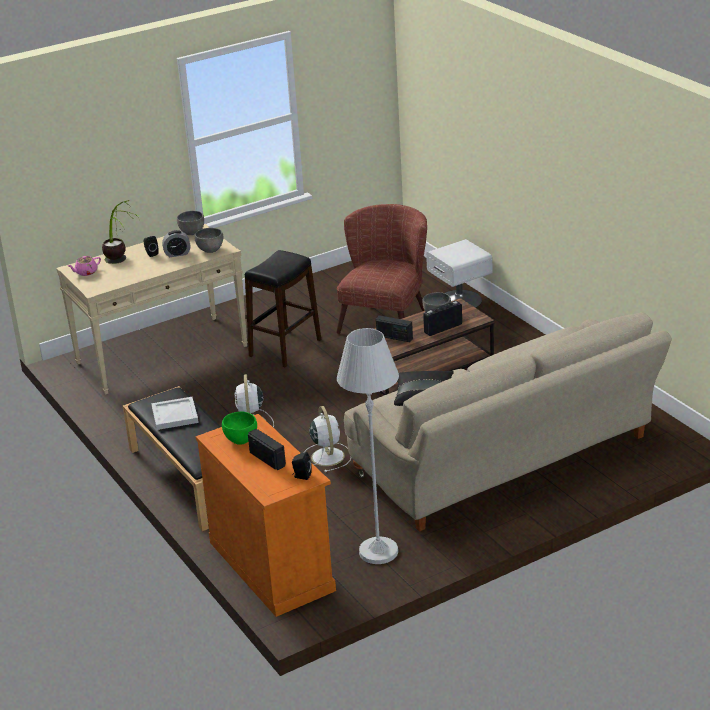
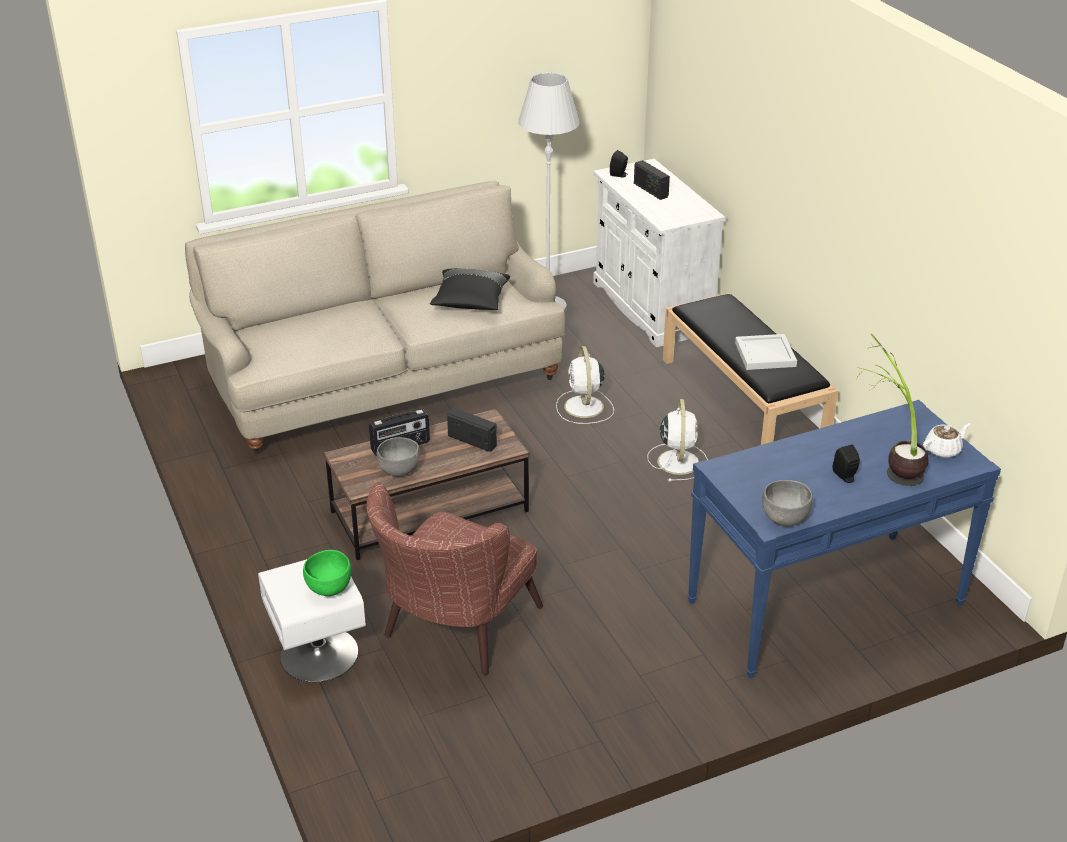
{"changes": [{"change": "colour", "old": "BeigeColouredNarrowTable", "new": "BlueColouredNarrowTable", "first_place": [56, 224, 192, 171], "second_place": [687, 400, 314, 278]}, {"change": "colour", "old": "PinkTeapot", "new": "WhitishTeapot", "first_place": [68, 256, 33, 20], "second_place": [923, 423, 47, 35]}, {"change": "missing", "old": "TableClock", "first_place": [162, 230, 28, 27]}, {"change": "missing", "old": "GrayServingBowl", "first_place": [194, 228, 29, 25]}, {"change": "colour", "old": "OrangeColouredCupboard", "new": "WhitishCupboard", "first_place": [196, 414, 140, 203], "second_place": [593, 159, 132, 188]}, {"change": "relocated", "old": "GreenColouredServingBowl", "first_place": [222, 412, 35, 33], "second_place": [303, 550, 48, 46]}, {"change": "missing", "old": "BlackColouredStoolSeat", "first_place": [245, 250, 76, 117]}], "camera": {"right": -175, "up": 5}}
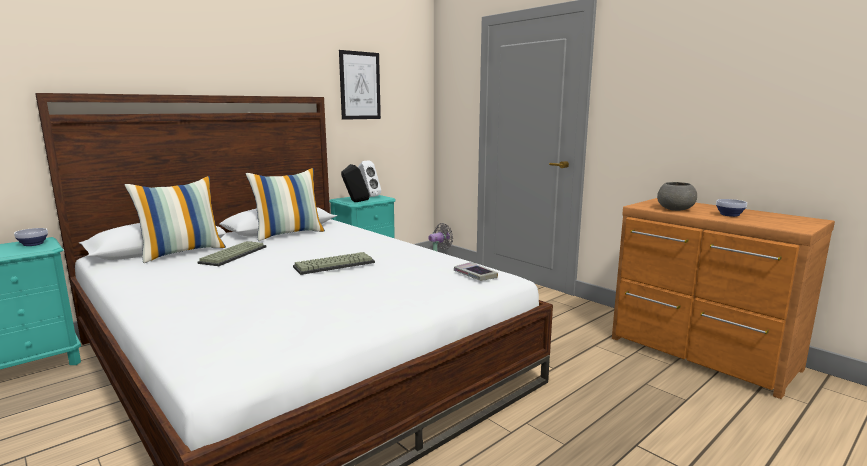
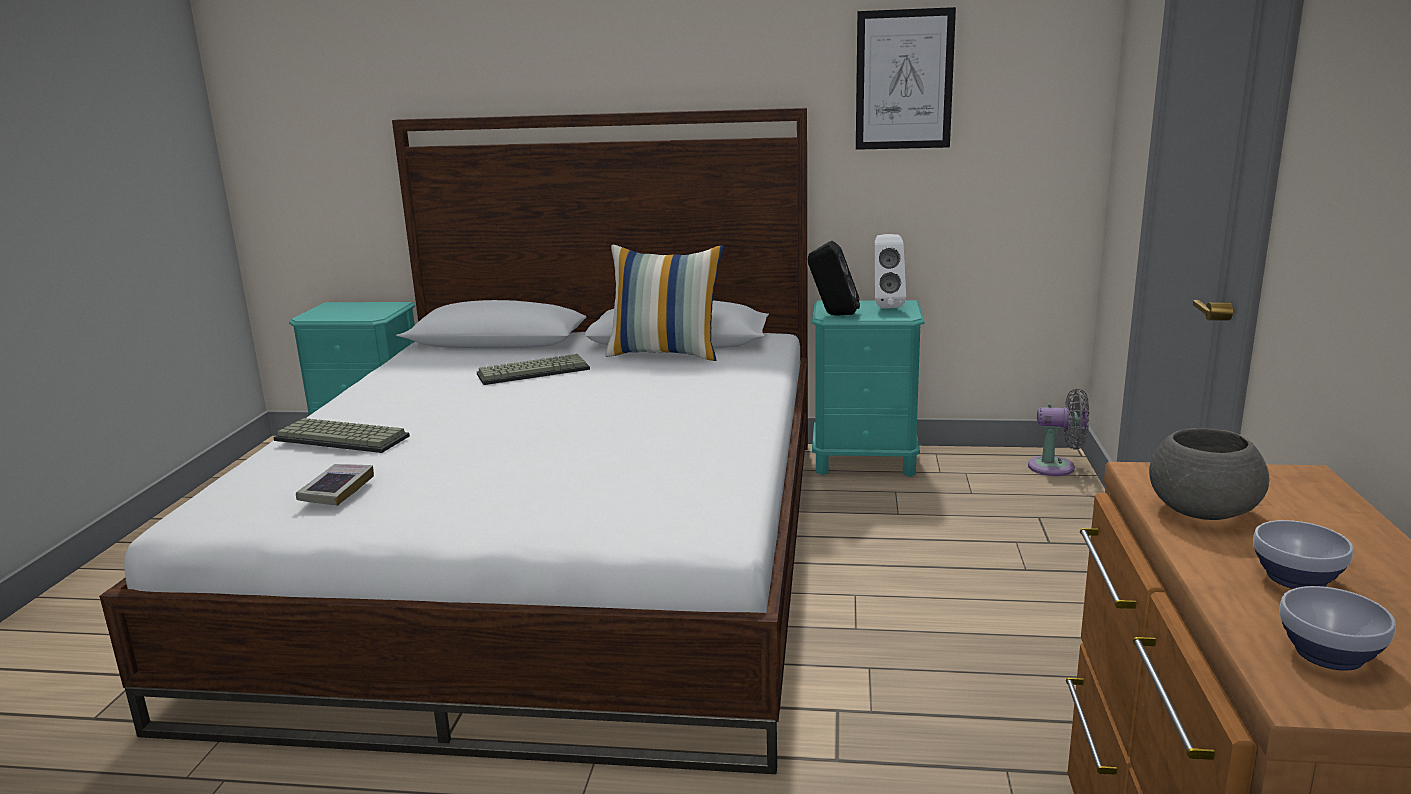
{"changes": [{"change": "relocated", "old": "ServingBowl", "first_place": [14, 228, 34, 18], "second_place": [1279, 586, 117, 85]}, {"change": "missing", "old": "ThrowPillow", "first_place": [125, 176, 101, 87]}, {"change": "relocated", "old": "ComputerKeyboard", "first_place": [293, 252, 82, 23], "second_place": [274, 418, 136, 35]}, {"change": "relocated", "old": "BoundBook", "first_place": [454, 262, 44, 19], "second_place": [296, 464, 78, 42]}], "camera": {"right": 50, "up": 5}}
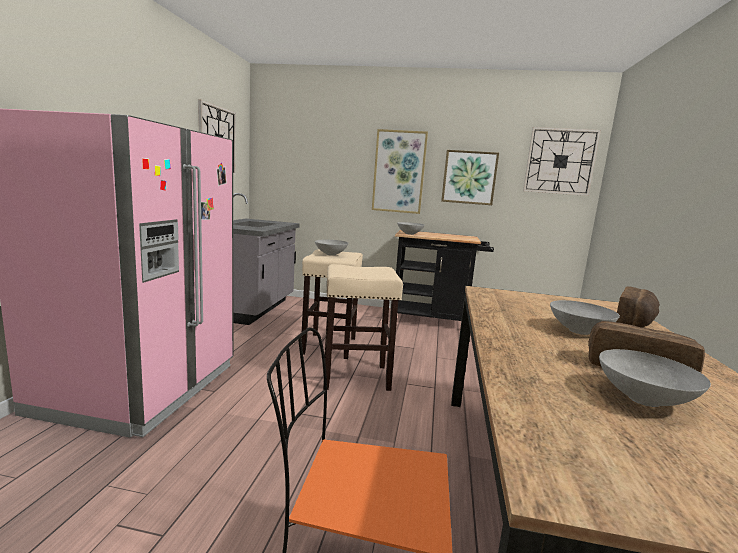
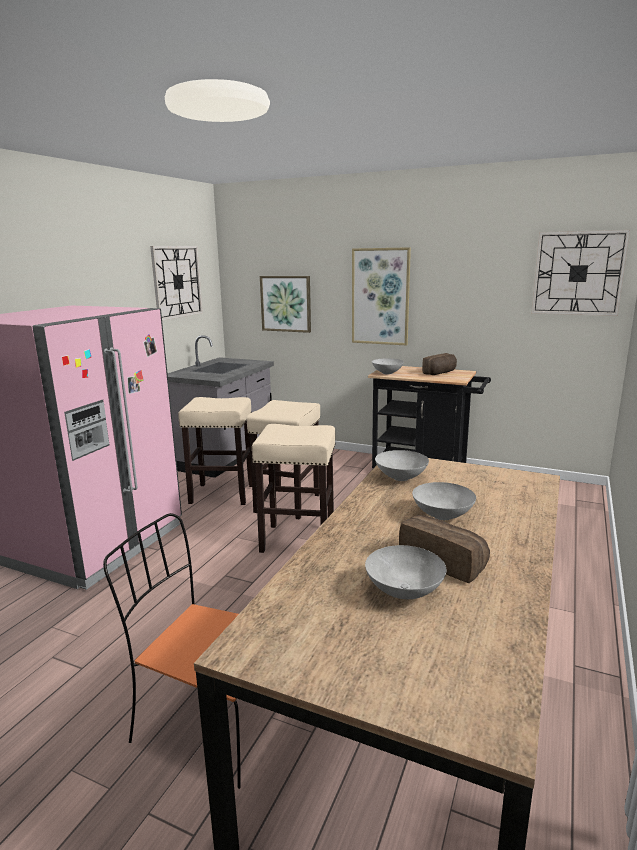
{"changes": [{"change": "relocated", "old": "GrayServingBowl", "first_place": [315, 240, 34, 16], "second_place": [375, 450, 54, 31]}, {"change": "relocated", "old": "Picture", "first_place": [441, 150, 58, 55], "second_place": [260, 276, 51, 57]}, {"change": "relocated", "old": "Bread", "first_place": [616, 286, 44, 42], "second_place": [422, 353, 35, 22]}, {"change": "appeared", "new": "BeigeColouredStoolSeat", "second_place": [178, 397, 74, 108]}], "camera": {"right": 15, "up": 5}}
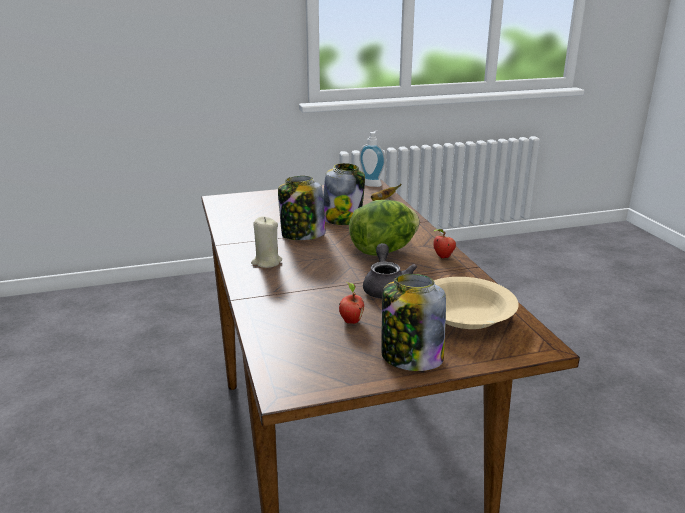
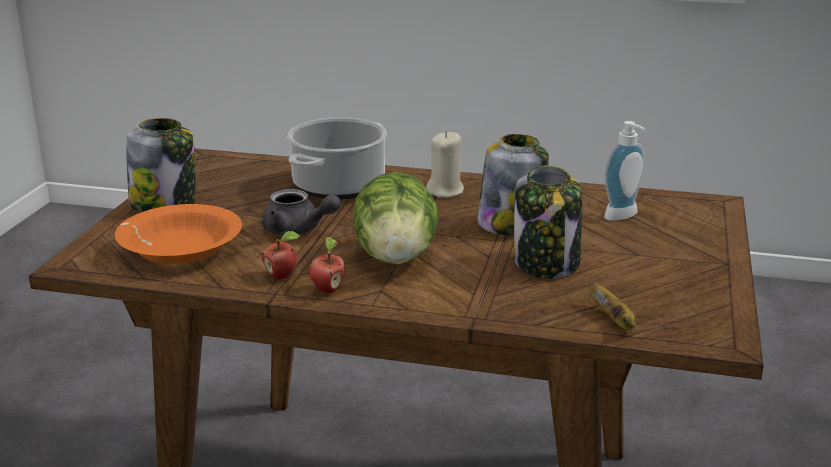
{"changes": [{"change": "relocated", "old": "AppleFruit", "first_place": [339, 282, 25, 42], "second_place": [262, 231, 38, 48]}, {"change": "relocated", "old": "LiquidSoapBottle", "first_place": [359, 130, 26, 57], "second_place": [604, 121, 41, 100]}, {"change": "colour", "old": "BeigeColouredServingBowl", "new": "OrangeColouredServingBowl", "first_place": [434, 277, 85, 52], "second_place": [115, 204, 127, 60]}, {"change": "appeared", "new": "Stockpot", "second_place": [287, 117, 100, 83]}], "camera": {"right": 120, "up": 0}}
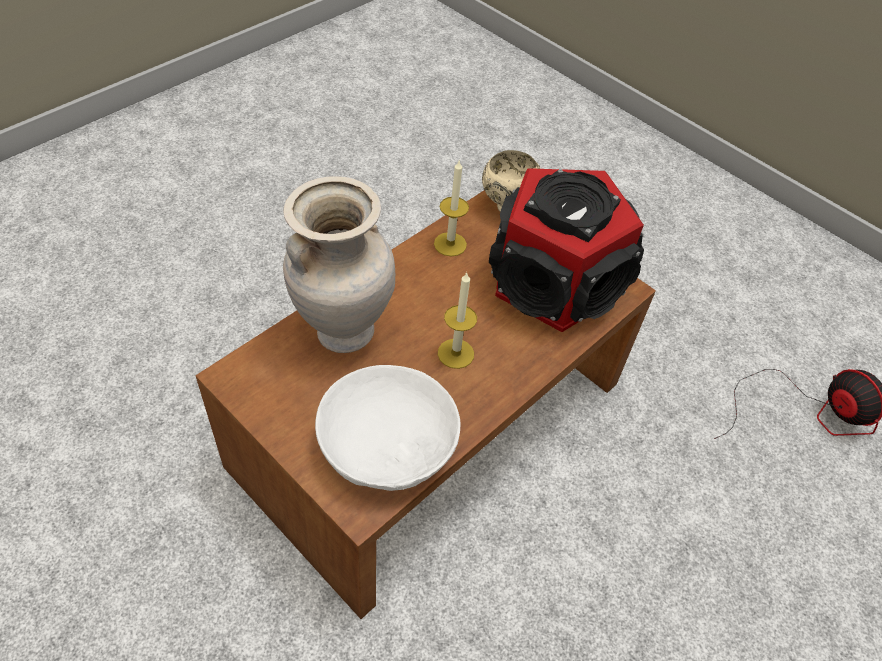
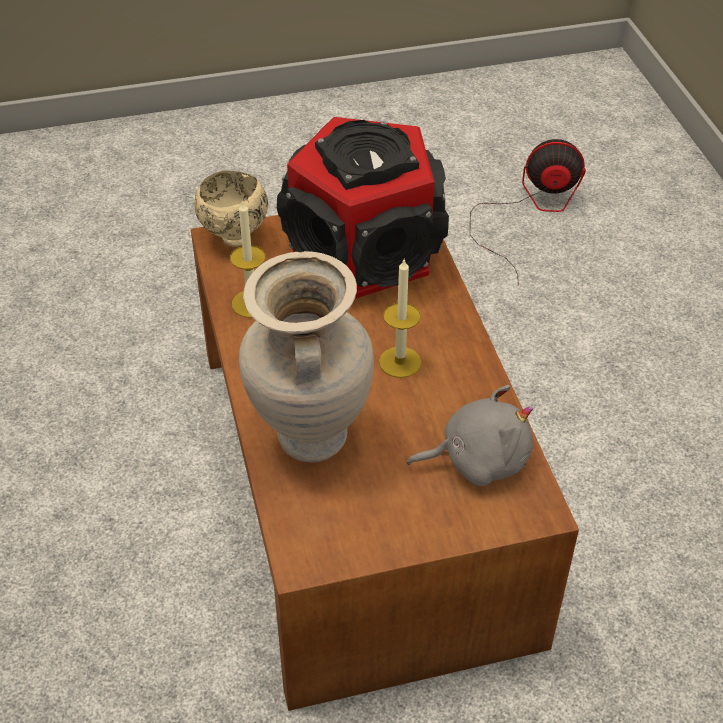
{"changes": [{"change": "exchanged", "old": "WhitishServingBowl", "new": "GrayPlushToy", "first_place": [315, 365, 145, 126], "second_place": [407, 385, 126, 101]}], "camera": {"right": -55, "up": -5}}
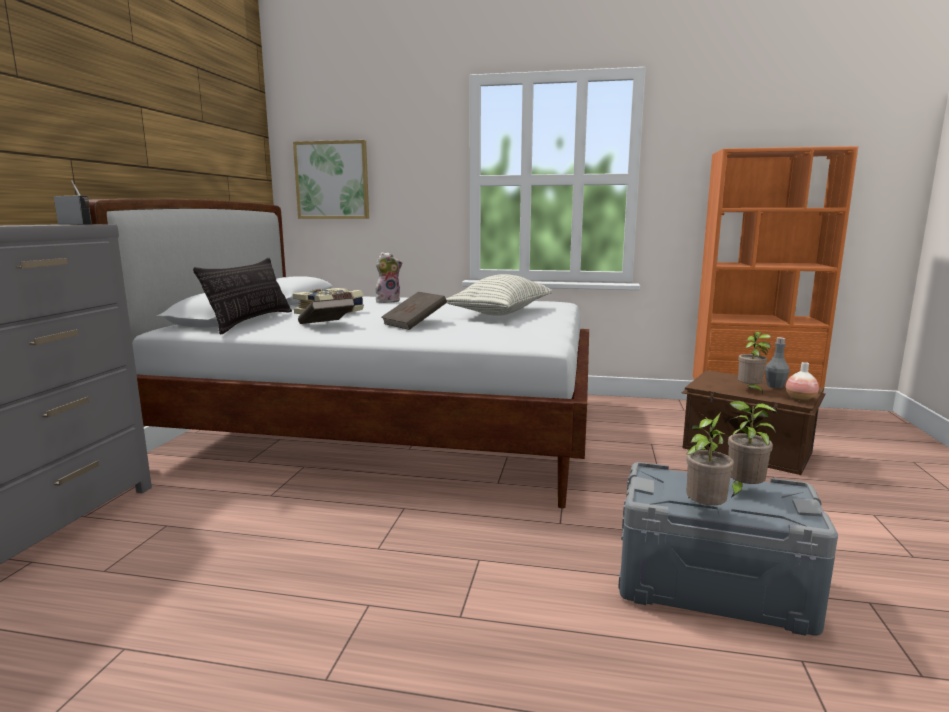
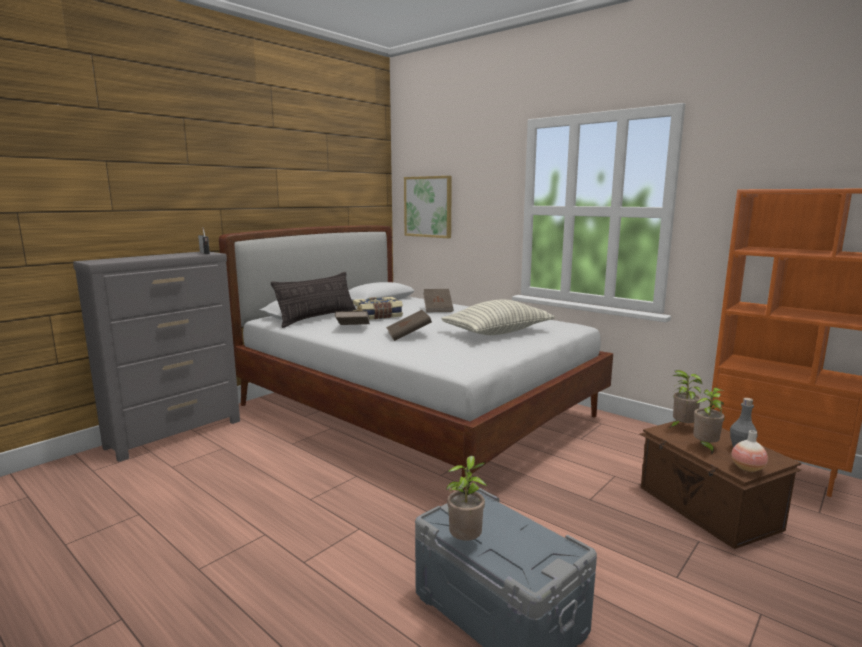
{"changes": [{"change": "exchanged", "old": "PlushToy", "new": "BrownColouredBoundBook", "first_place": [376, 252, 26, 51], "second_place": [423, 289, 31, 23]}, {"change": "relocated", "old": "PlantInAPot", "first_place": [728, 401, 49, 97], "second_place": [670, 370, 32, 58]}], "camera": {"right": 30, "up": 0}}
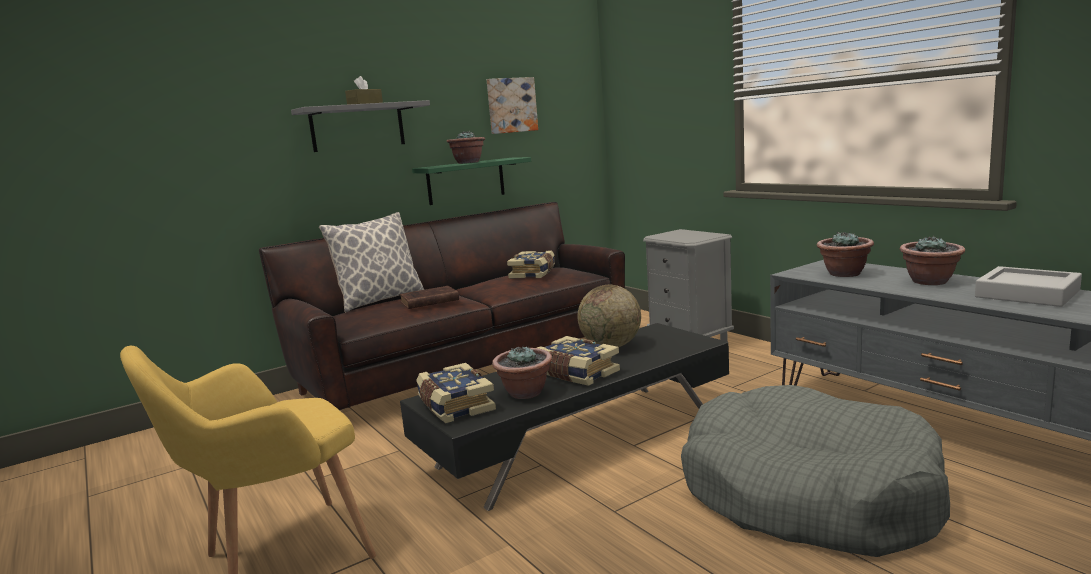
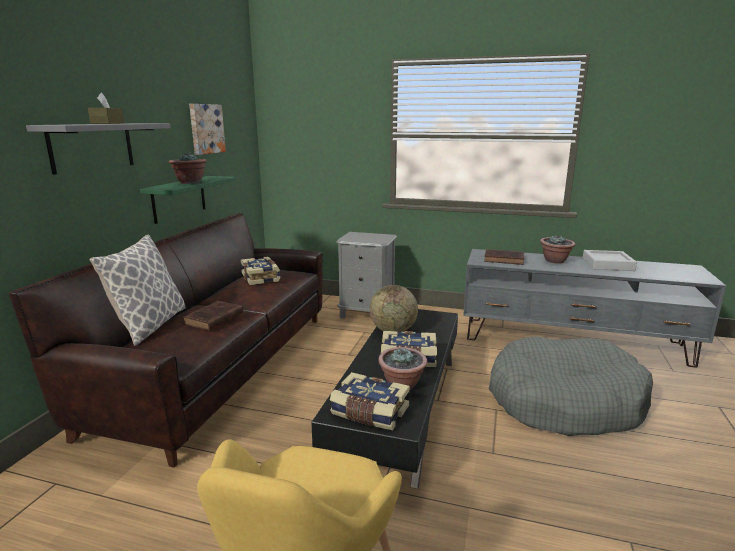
{"changes": [{"change": "exchanged", "old": "PlantInAPot", "new": "BrownColouredBoundBook", "first_place": [817, 232, 57, 45], "second_place": [484, 249, 40, 16]}], "camera": {"right": -40, "up": 5}}
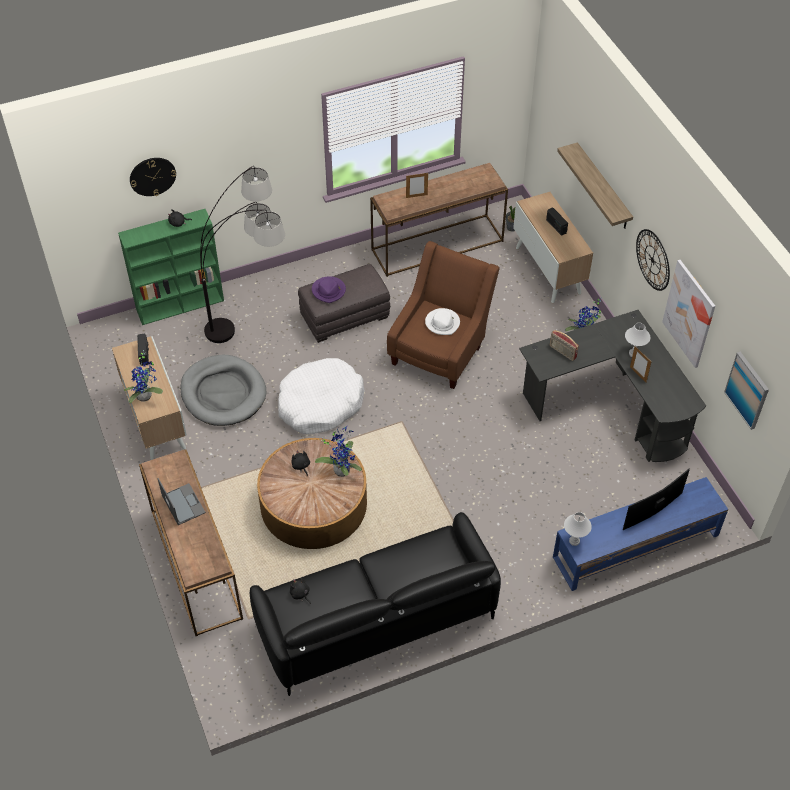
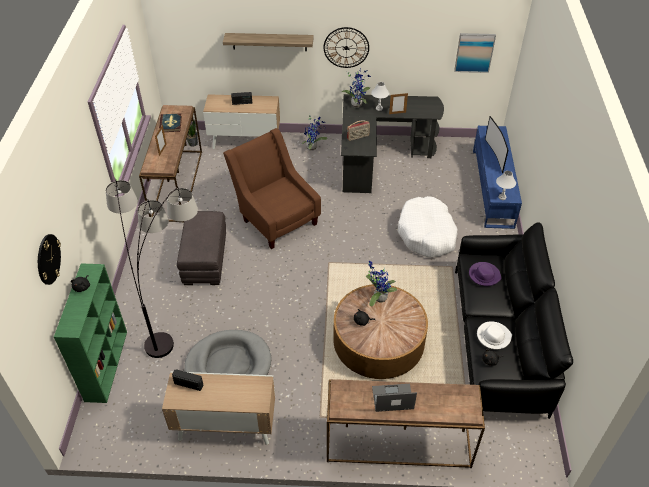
{"changes": [{"change": "relocated", "old": "PlantInAPot", "first_place": [124, 350, 39, 53], "second_place": [342, 68, 29, 40]}, {"change": "relocated", "old": "WhitishDogBed", "first_place": [278, 358, 87, 76], "second_place": [398, 196, 60, 61]}, {"change": "relocated", "old": "PurplishClothingHat", "first_place": [312, 276, 34, 27], "second_place": [469, 262, 33, 24]}, {"change": "relocated", "old": "WhitishClothingHat", "first_place": [425, 308, 35, 27], "second_place": [477, 321, 35, 29]}, {"change": "missing", "old": "Picture", "first_place": [662, 260, 53, 108]}, {"change": "appeared", "new": "BoundBook", "second_place": [159, 113, 23, 19]}], "camera": {"right": -65, "up": -5}}
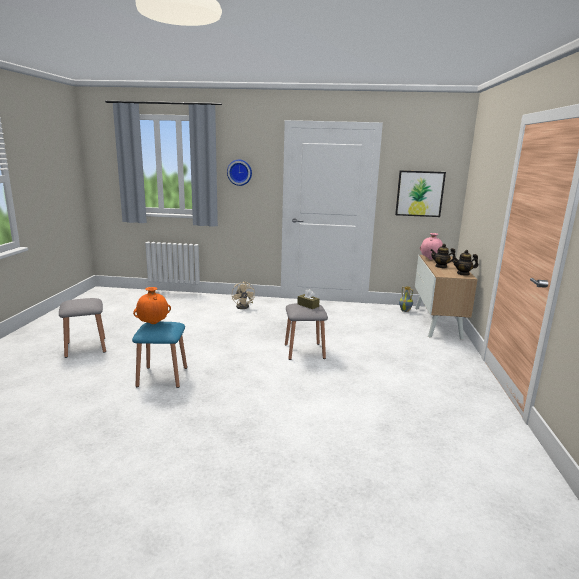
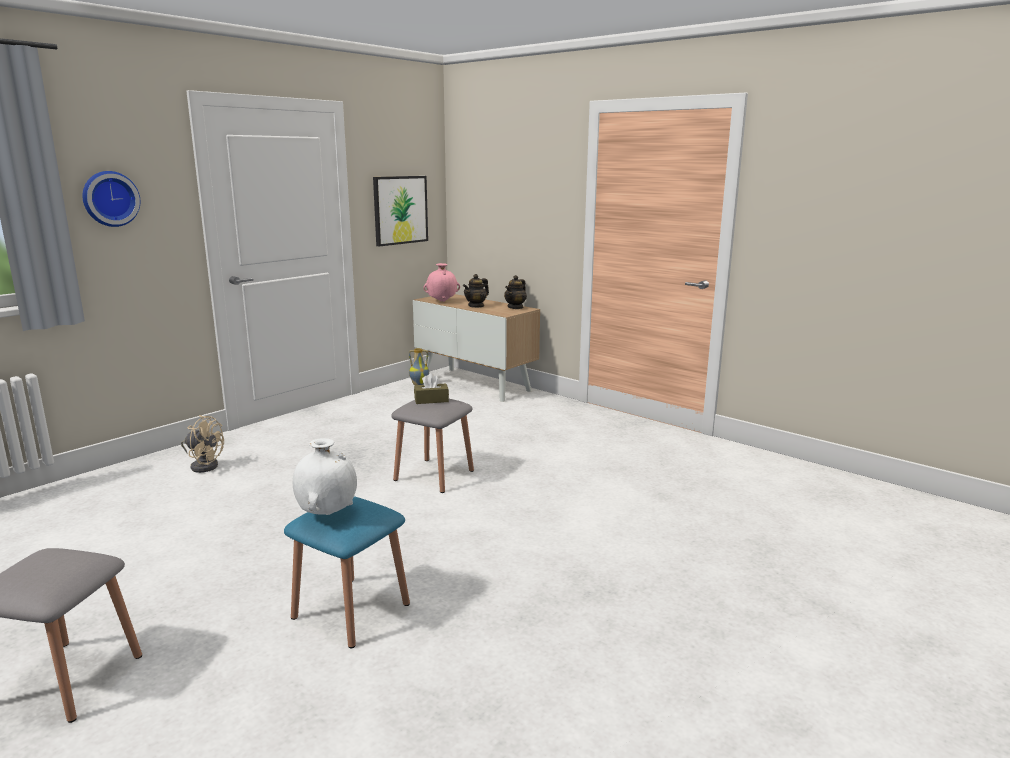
{"changes": [{"change": "colour", "old": "OrangeColouredDecorativeVase", "new": "WhitishDecorativeVase", "first_place": [133, 287, 38, 37], "second_place": [293, 438, 64, 77]}], "camera": {"right": -55, "up": 0}}
